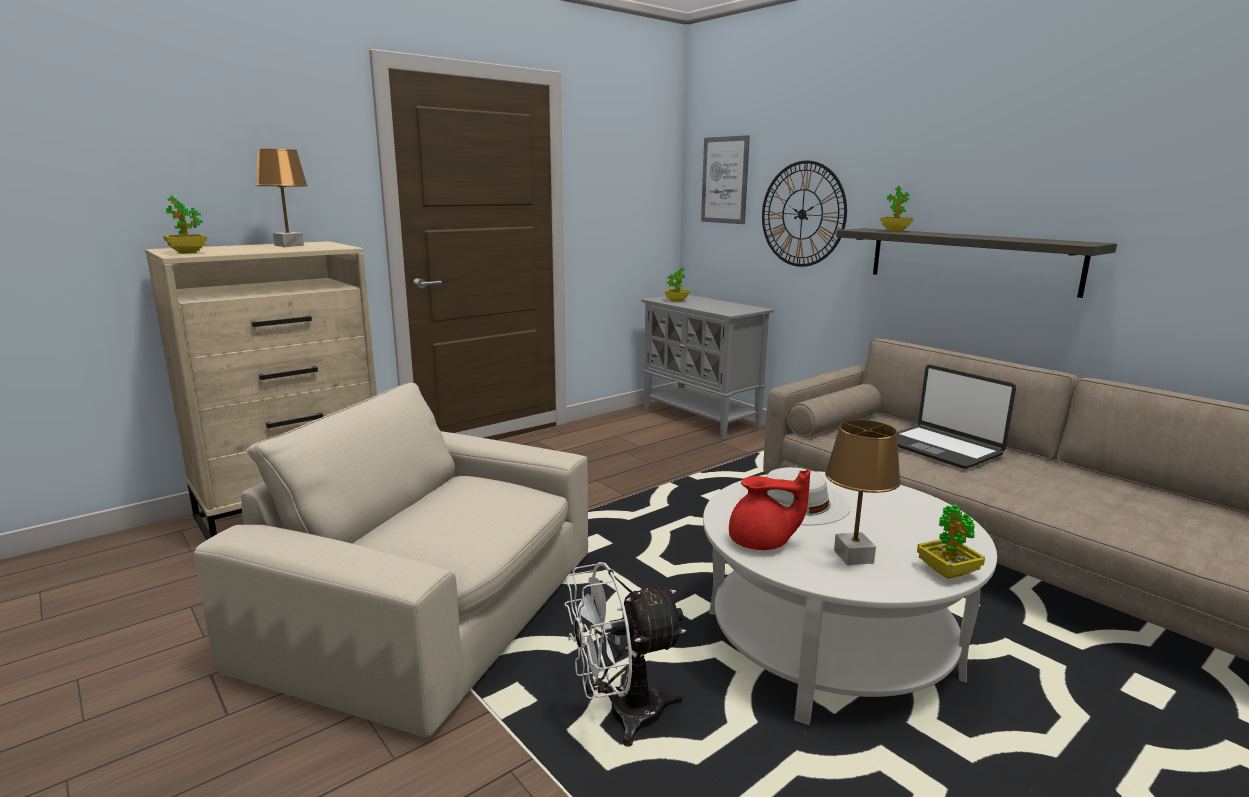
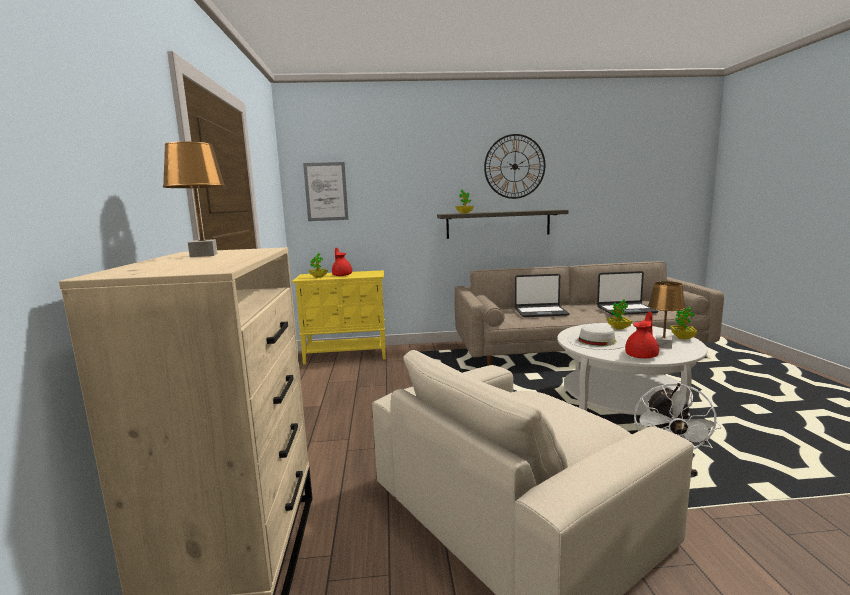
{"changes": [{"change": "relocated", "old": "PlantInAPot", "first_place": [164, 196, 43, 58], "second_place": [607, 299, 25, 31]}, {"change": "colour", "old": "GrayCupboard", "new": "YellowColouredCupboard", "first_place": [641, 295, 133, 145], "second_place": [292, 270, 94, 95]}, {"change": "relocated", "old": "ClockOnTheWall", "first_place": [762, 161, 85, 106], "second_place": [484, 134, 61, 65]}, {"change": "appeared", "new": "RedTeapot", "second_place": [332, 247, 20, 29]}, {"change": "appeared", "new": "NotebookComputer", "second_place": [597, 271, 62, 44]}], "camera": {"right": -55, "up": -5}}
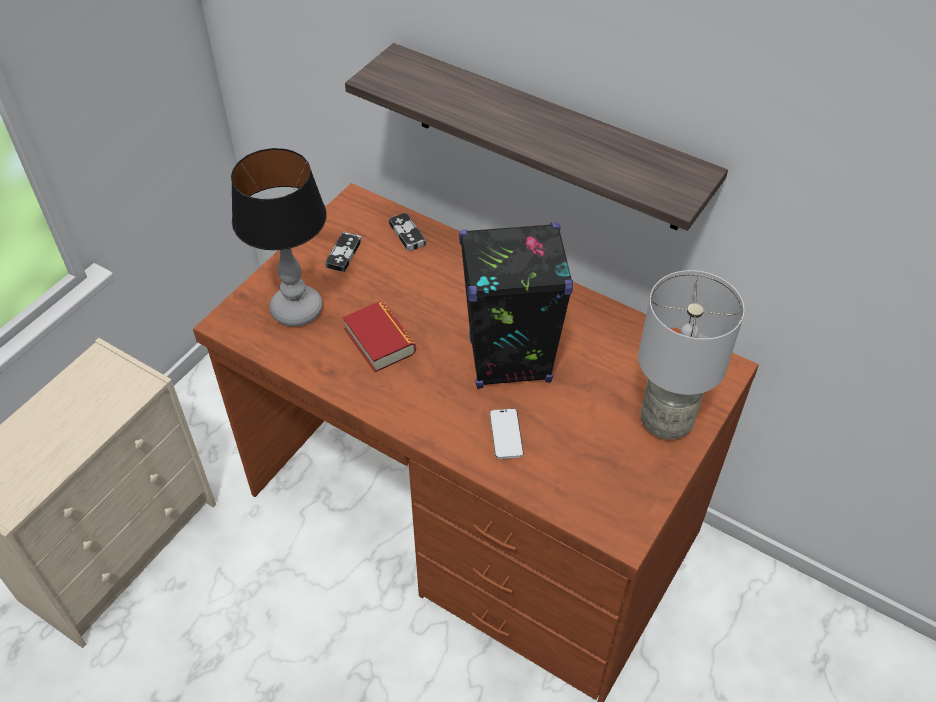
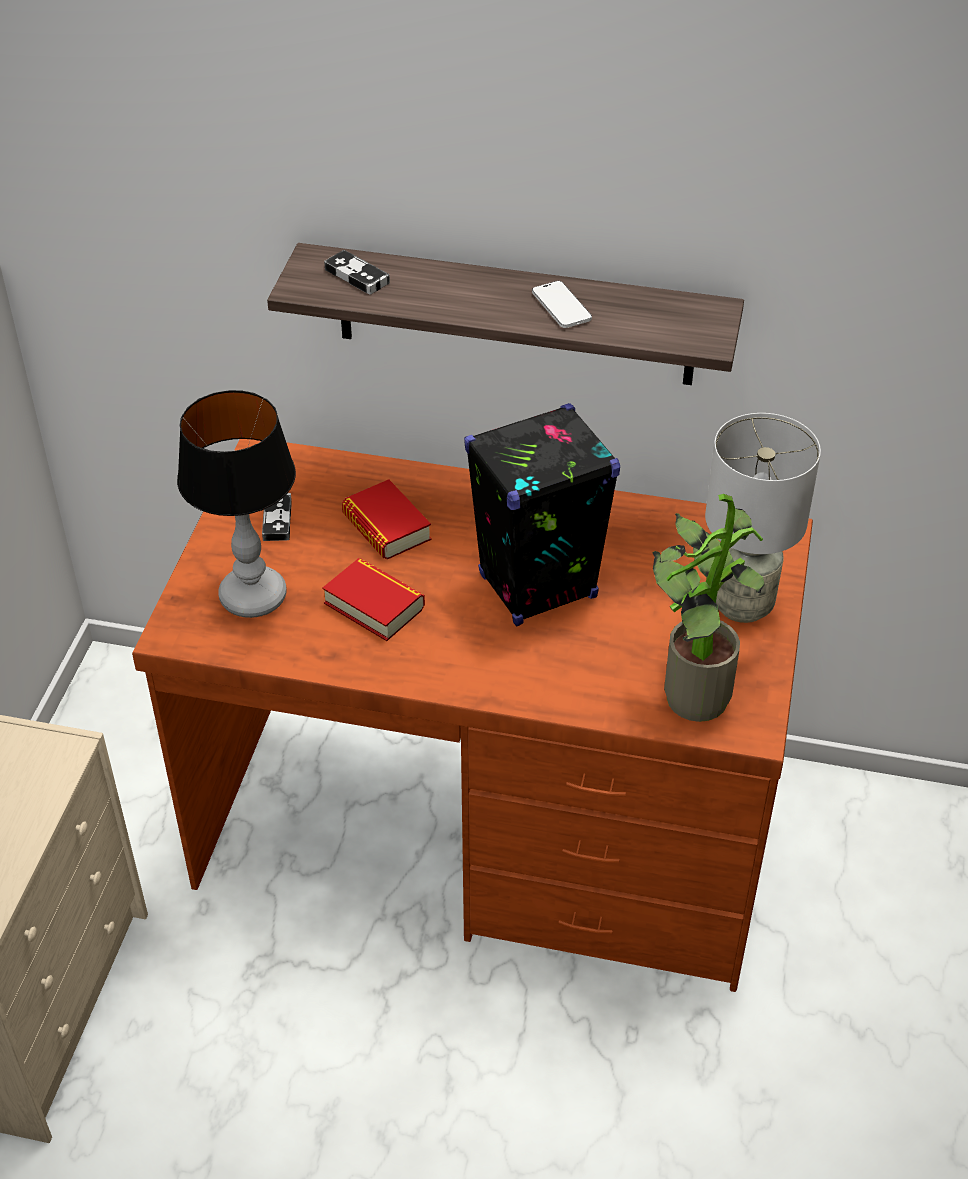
{"changes": [{"change": "relocated", "old": "Gamepad", "first_place": [389, 212, 37, 39], "second_place": [324, 250, 66, 44]}, {"change": "relocated", "old": "Phone", "first_place": [490, 408, 34, 51], "second_place": [532, 281, 60, 47]}, {"change": "appeared", "new": "BoundBook", "second_place": [342, 480, 89, 79]}, {"change": "appeared", "new": "PlantInAPot", "second_place": [652, 494, 113, 228]}], "camera": {"right": -20, "up": -5}}
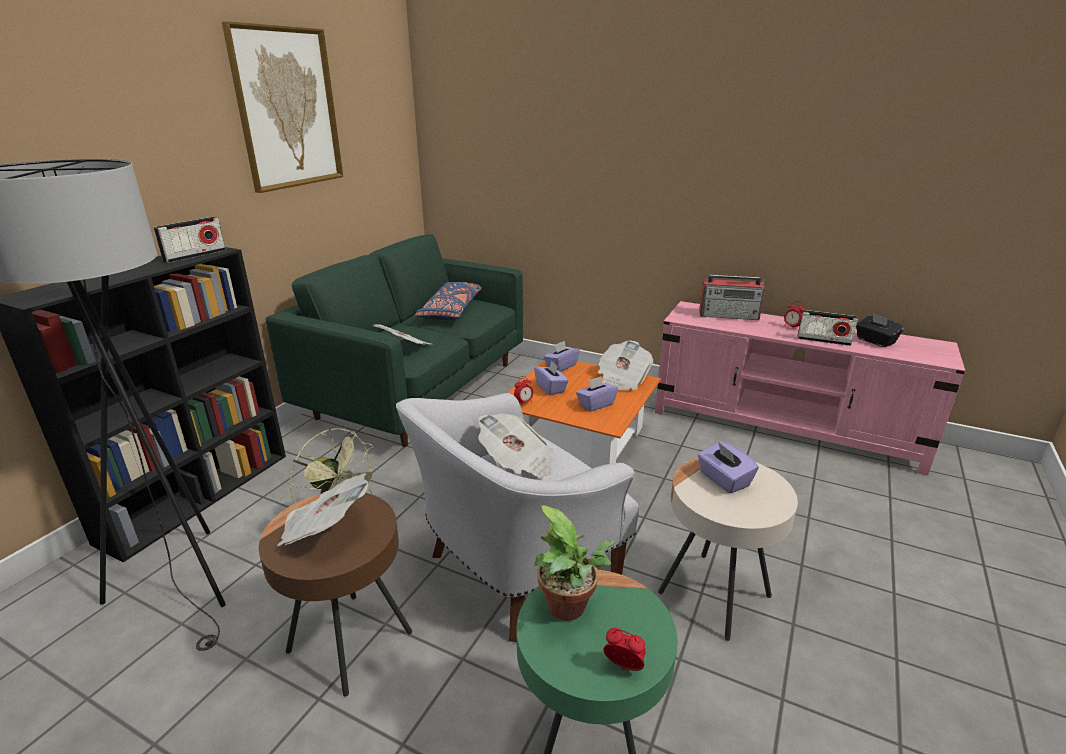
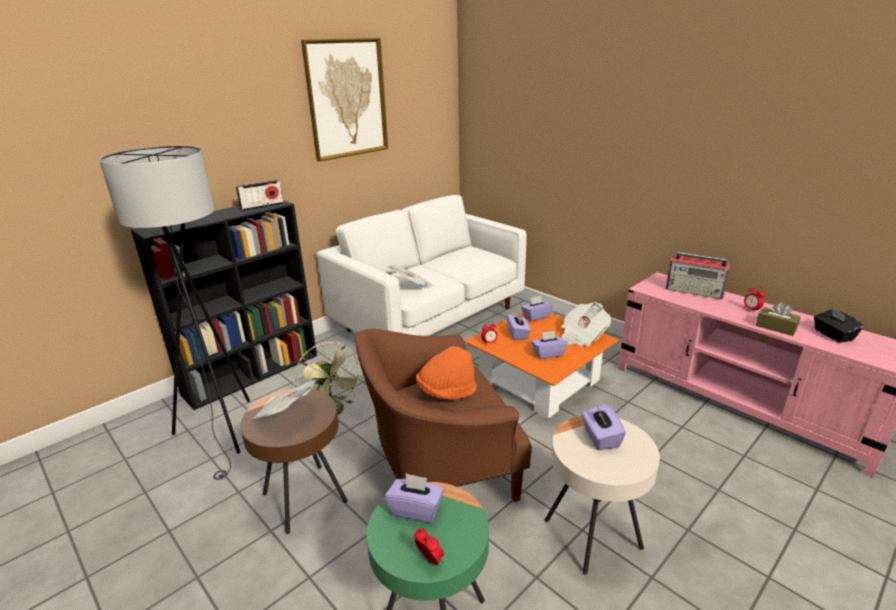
{"changes": [{"change": "colour", "old": "GreenColouredSettee", "new": "WhitishSettee", "first_place": [266, 234, 257, 213], "second_place": [317, 195, 210, 141]}, {"change": "colour", "old": "WhitishEasyChair", "new": "BrownColouredEasyChair", "first_place": [396, 393, 243, 249], "second_place": [354, 329, 178, 173]}, {"change": "missing", "old": "BlueColouredThrowPillow", "first_place": [415, 282, 67, 39]}, {"change": "exchanged", "old": "DailyPaper", "new": "OrangeColouredClothingHat", "first_place": [478, 413, 75, 67], "second_place": [416, 346, 61, 54]}, {"change": "exchanged", "old": "PlantInAPot", "new": "PurplishTissueBox", "first_place": [534, 505, 81, 116], "second_place": [385, 473, 59, 50]}, {"change": "exchanged", "old": "RadioSet", "new": "BrownColouredTissueBox", "first_place": [797, 310, 61, 36], "second_place": [756, 302, 45, 34]}], "camera": {"right": 20, "up": 0}}
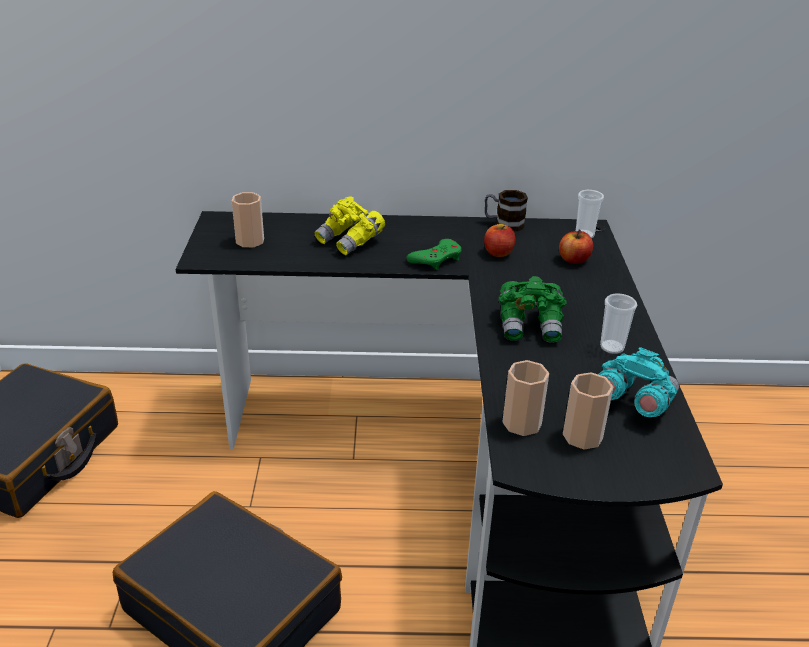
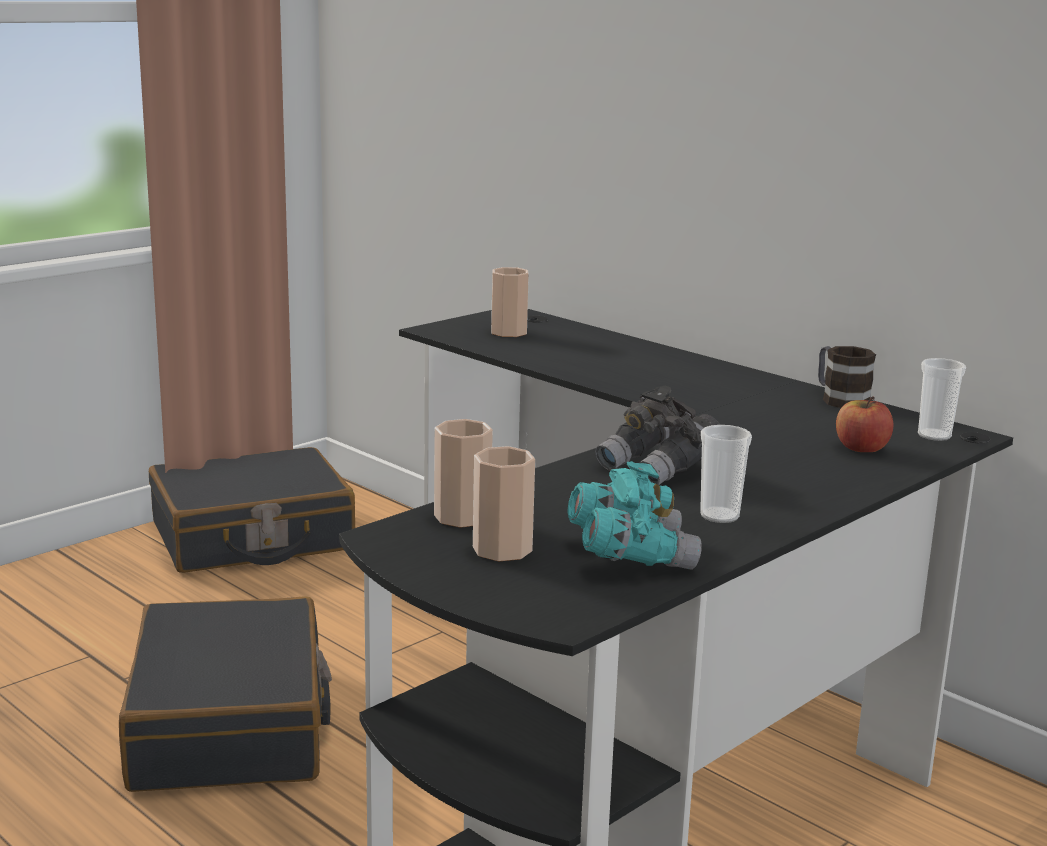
{"changes": [{"change": "missing", "old": "YellowColouredBinoculars", "first_place": [314, 196, 71, 59]}, {"change": "missing", "old": "GreenColouredGamepad", "first_place": [407, 239, 55, 31]}, {"change": "missing", "old": "AppleFruit", "first_place": [484, 224, 31, 33]}, {"change": "colour", "old": "GreenColouredBinoculars", "new": "GrayBinoculars", "first_place": [499, 276, 68, 67], "second_place": [595, 386, 125, 99]}], "camera": {"right": 45, "up": -15}}
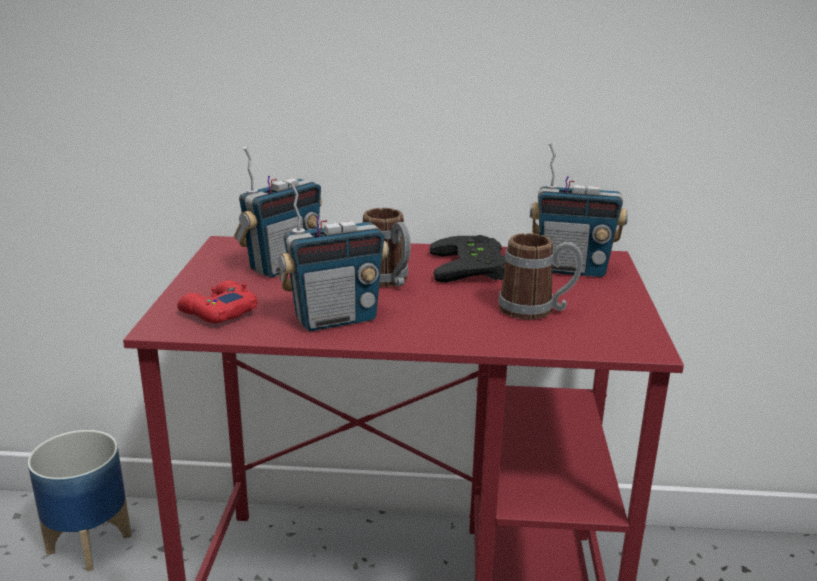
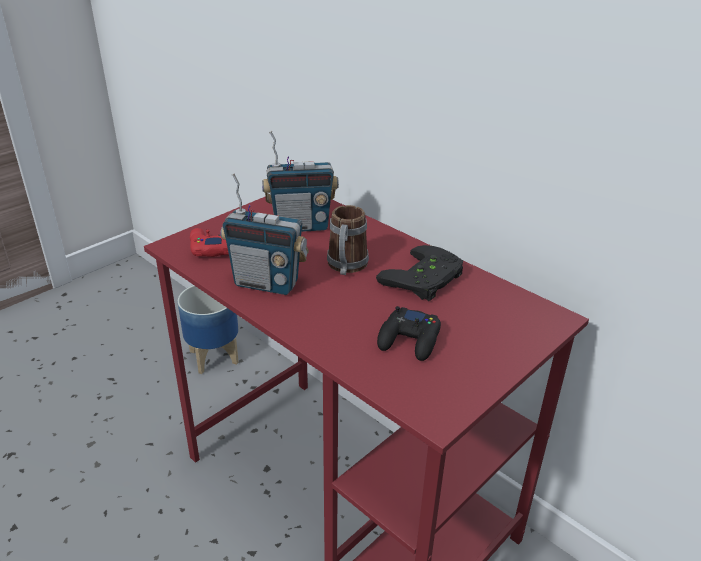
{"changes": [{"change": "exchanged", "old": "TeaMug", "new": "BlackColouredGamepad", "first_place": [498, 233, 85, 87], "second_place": [377, 306, 64, 55]}, {"change": "missing", "old": "RadioSet", "first_place": [530, 143, 98, 134]}], "camera": {"right": 40, "up": 10}}
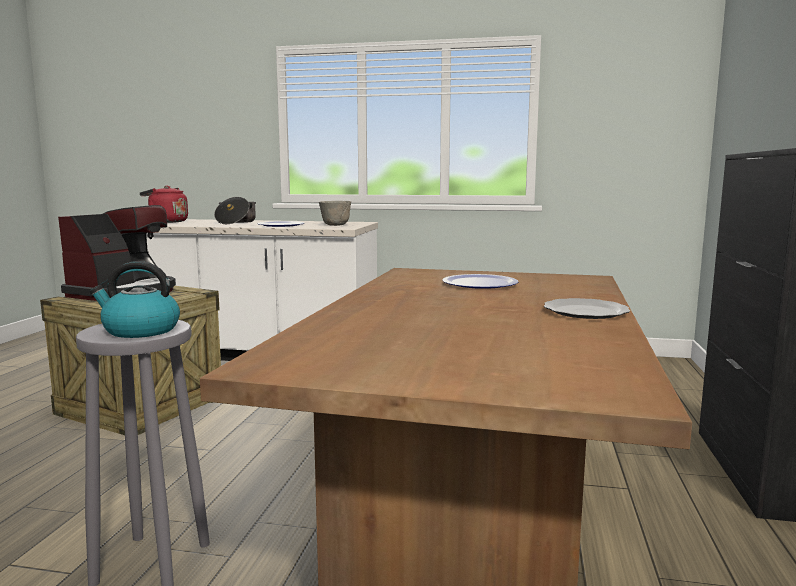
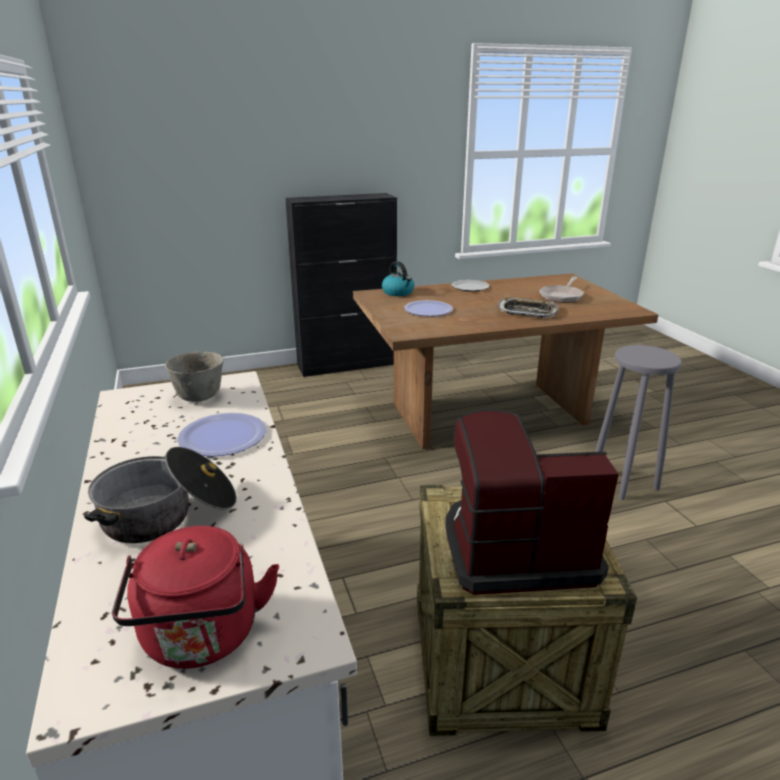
{"changes": [{"change": "relocated", "old": "WaterKettle", "first_place": [89, 261, 91, 77], "second_place": [382, 261, 32, 35]}, {"change": "appeared", "new": "ServingTray", "second_place": [497, 298, 62, 20]}, {"change": "appeared", "new": "FryingPan", "second_place": [539, 277, 45, 26]}], "camera": {"right": -120, "up": 15}}
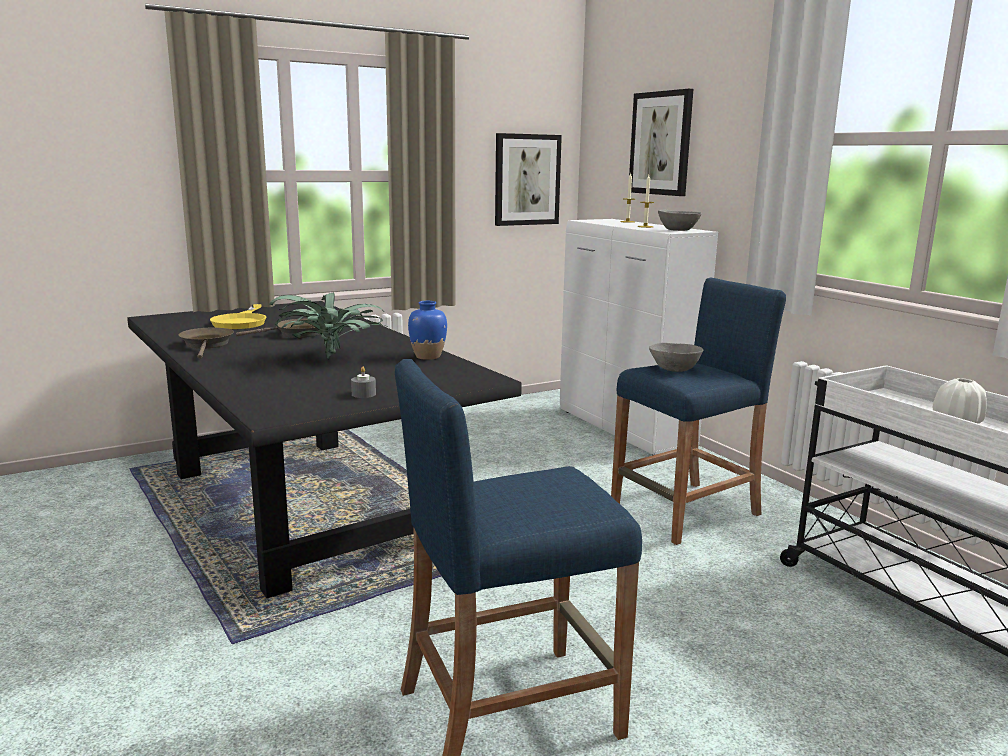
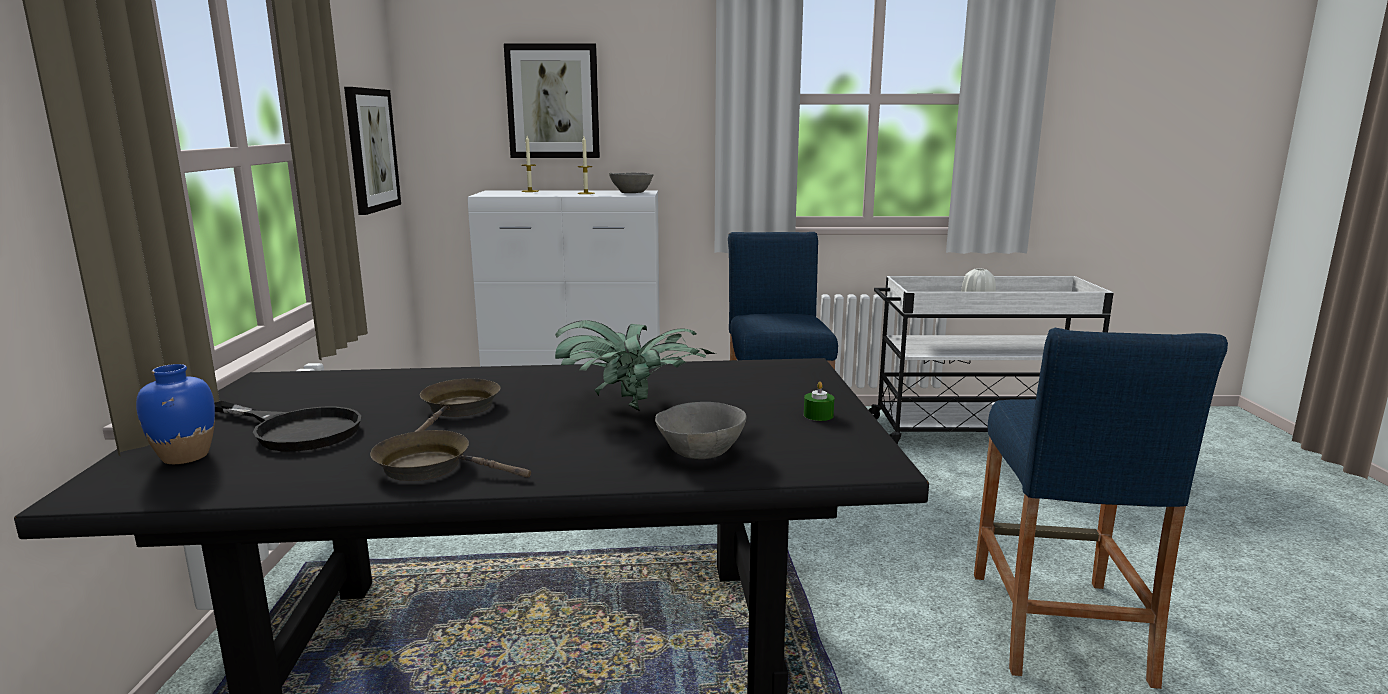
{"changes": [{"change": "colour", "old": "YellowColouredFryingPan", "new": "BlackColouredFryingPan", "first_place": [210, 304, 57, 25], "second_place": [214, 401, 147, 50]}, {"change": "colour", "old": "GrayWaxLight", "new": "GreenColouredWaxLight", "first_place": [351, 367, 25, 31], "second_place": [804, 382, 30, 39]}, {"change": "relocated", "old": "BlueColouredDecorativeVase", "first_place": [408, 301, 39, 59], "second_place": [136, 364, 79, 100]}, {"change": "relocated", "old": "GrayServingBowl", "first_place": [649, 343, 54, 29], "second_place": [655, 402, 92, 57]}], "camera": {"right": -60, "up": 0}}
